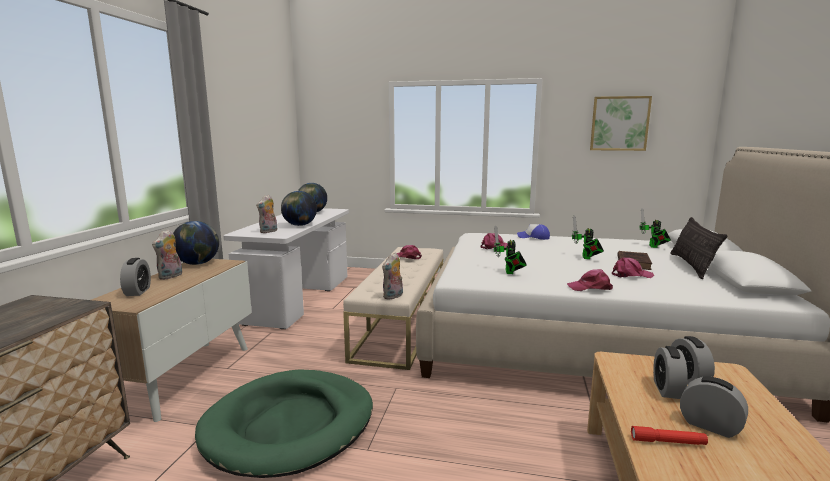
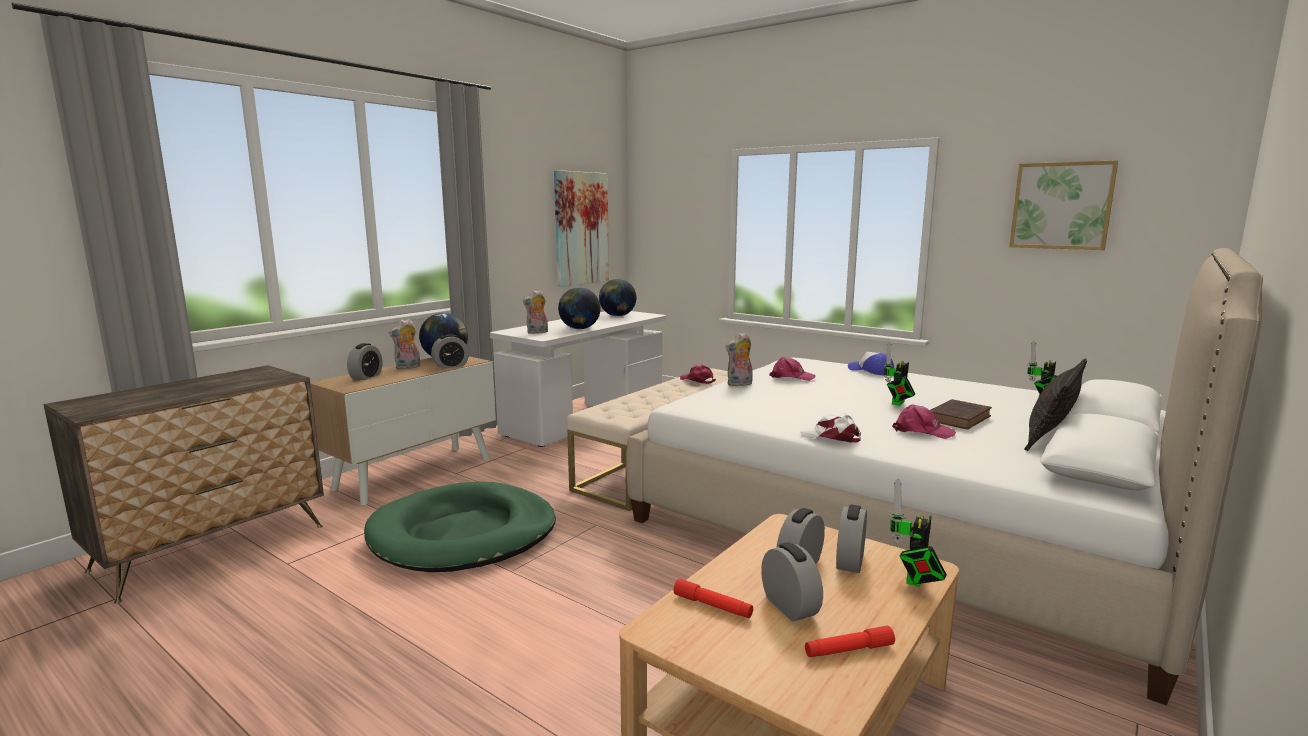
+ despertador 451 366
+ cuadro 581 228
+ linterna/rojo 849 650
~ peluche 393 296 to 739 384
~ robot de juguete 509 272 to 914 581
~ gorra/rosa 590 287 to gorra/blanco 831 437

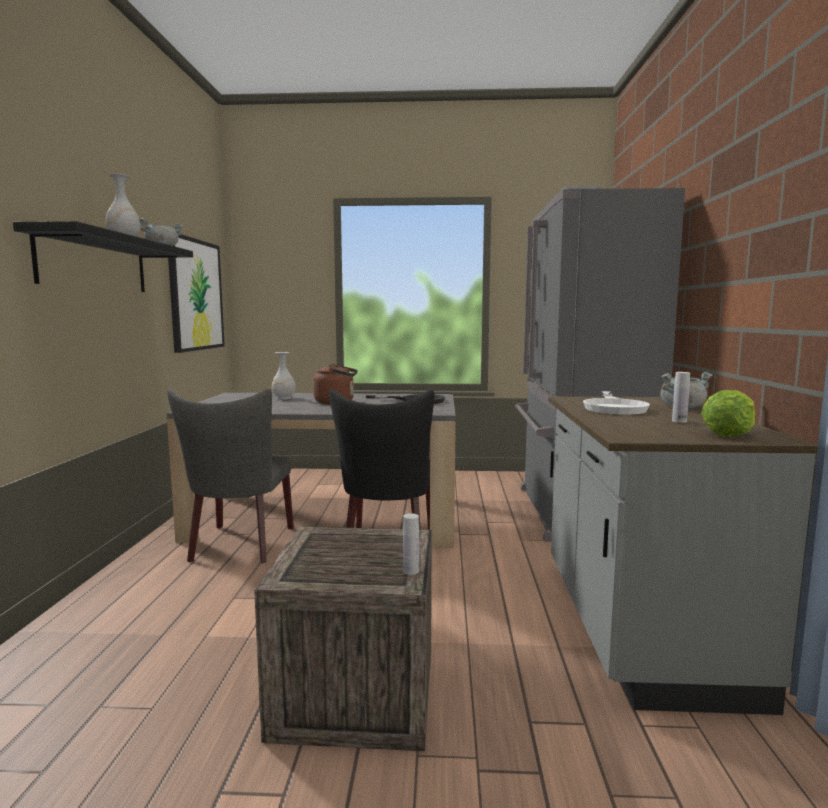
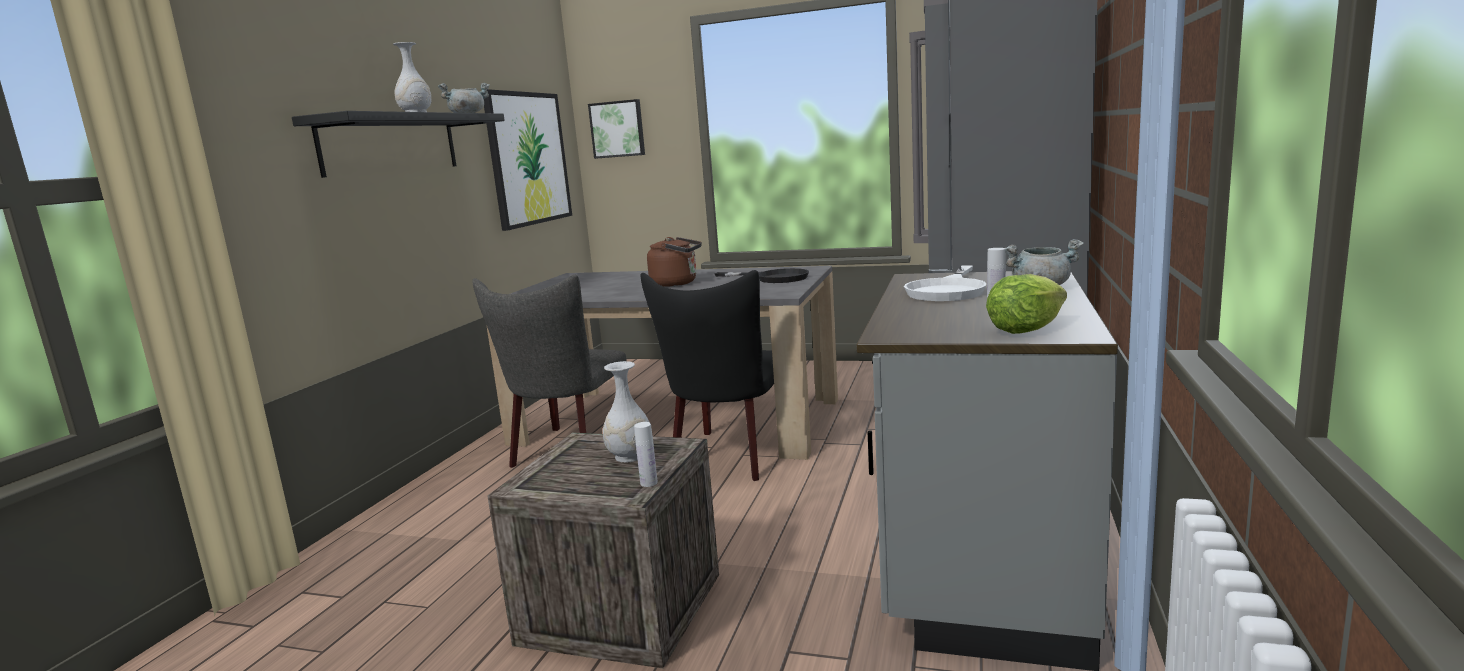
+ cuadro 617 129
~ florero/blanco 283 398 to 629 456

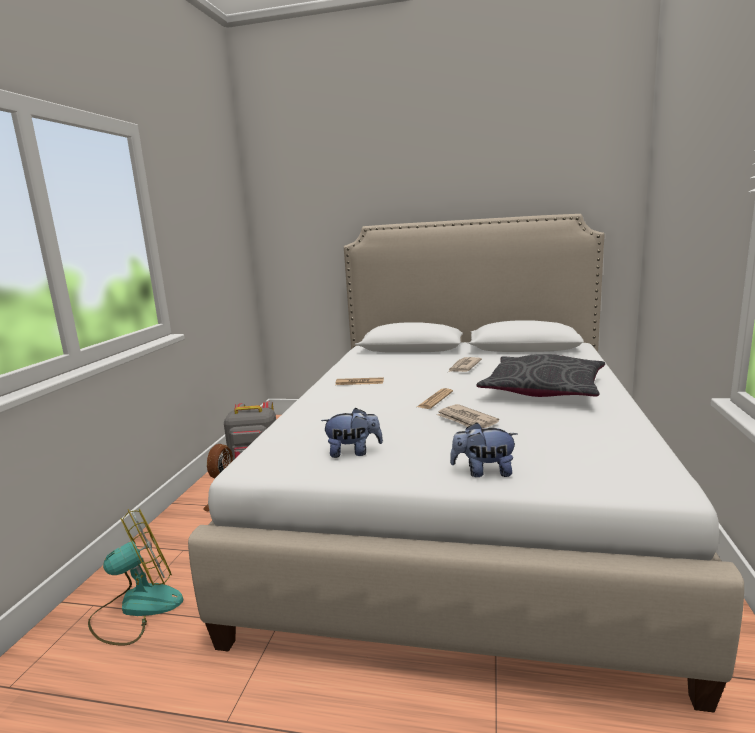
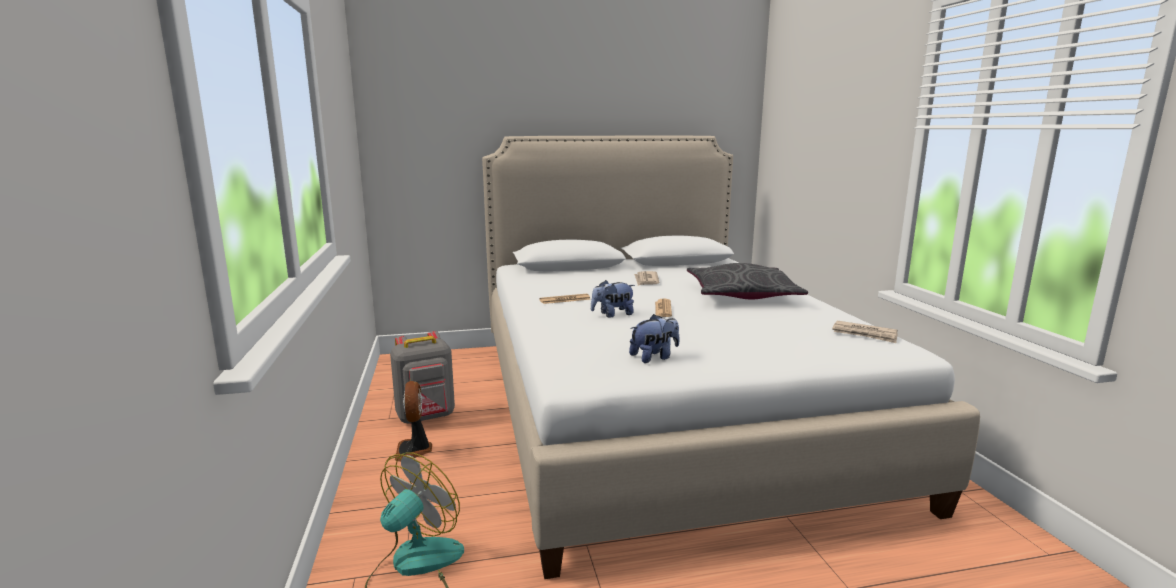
~ periódico 467 420 to 864 334
~ peluche 483 472 to 612 314

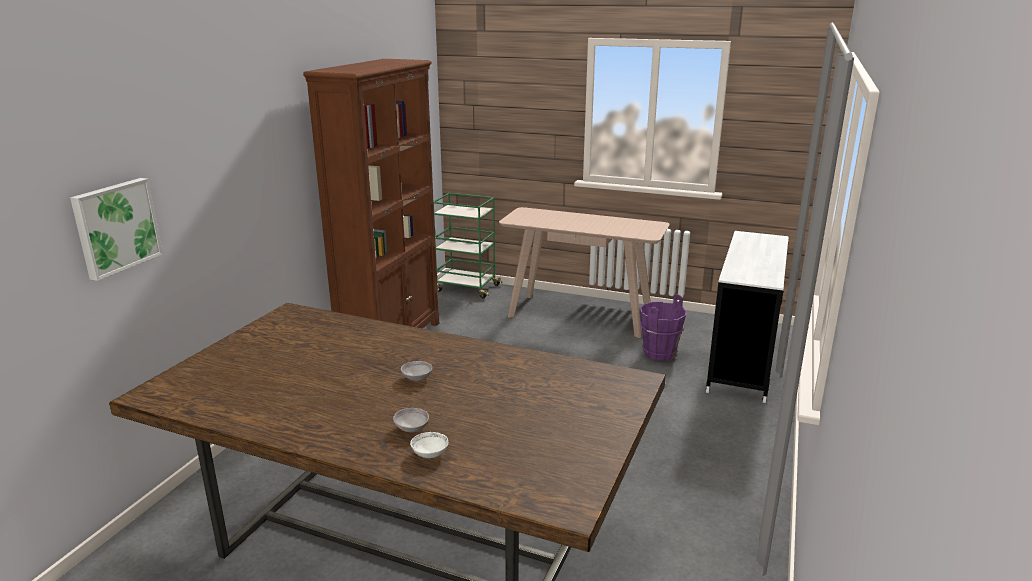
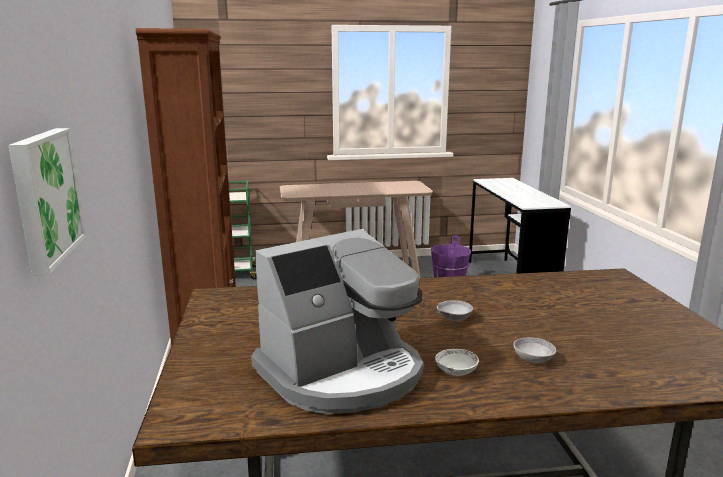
+ cafetera 342 373
~ cuenco/blanco 429 453 to 456 372

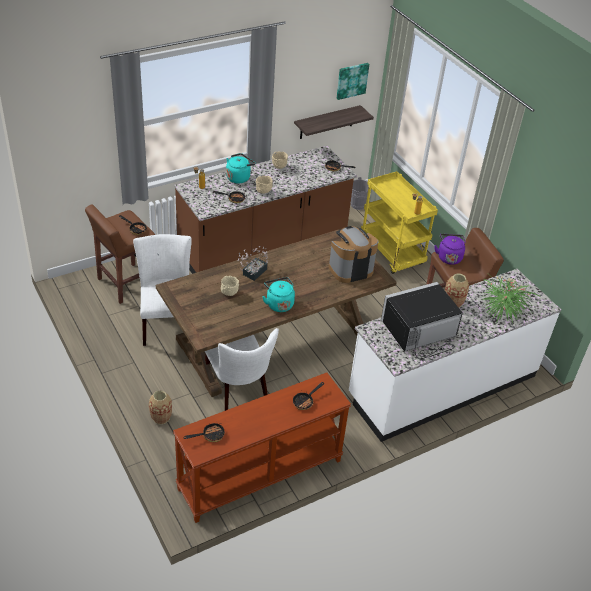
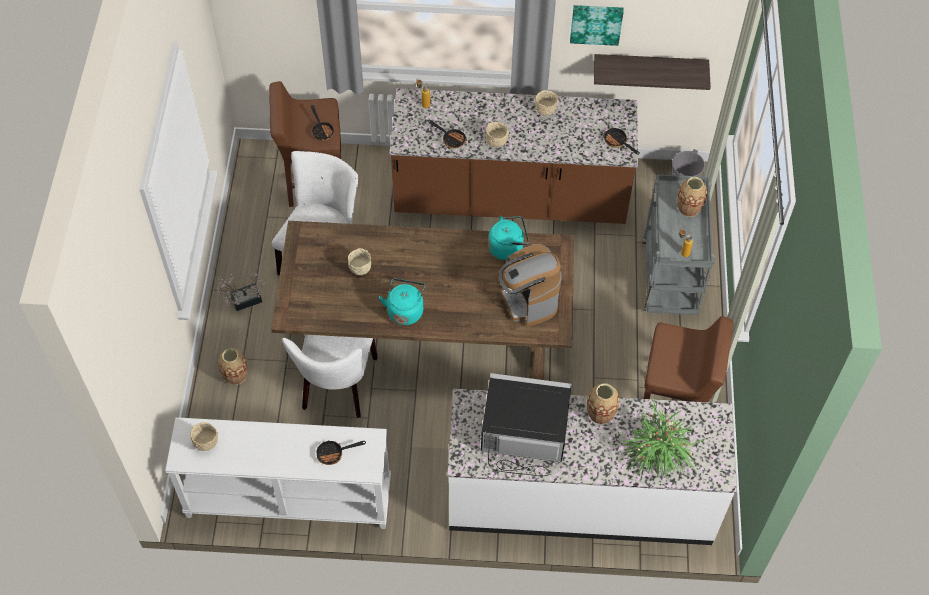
- hervidor/morado 449 257
+ florero 688 208
~ hervidor/turquesa 239 177 to 508 247
~ planta en maceta 252 273 to 242 300
~ cuadro 351 80 to 596 23
~ sartén 210 435 to cuenco/beis 206 443
~ mesa consola/marrón 260 475 to mesa consola/blanco 288 500
~ carrito/amarillo 392 253 to carrito/gris 670 280
~ cafetera 350 269 = 528 301 120 degrees counterclockwise

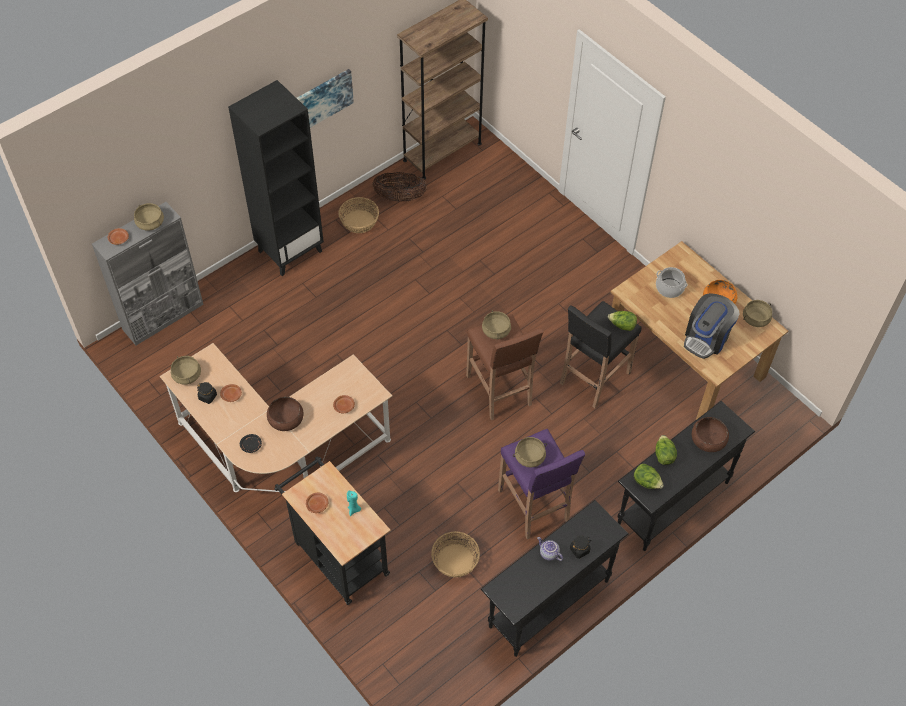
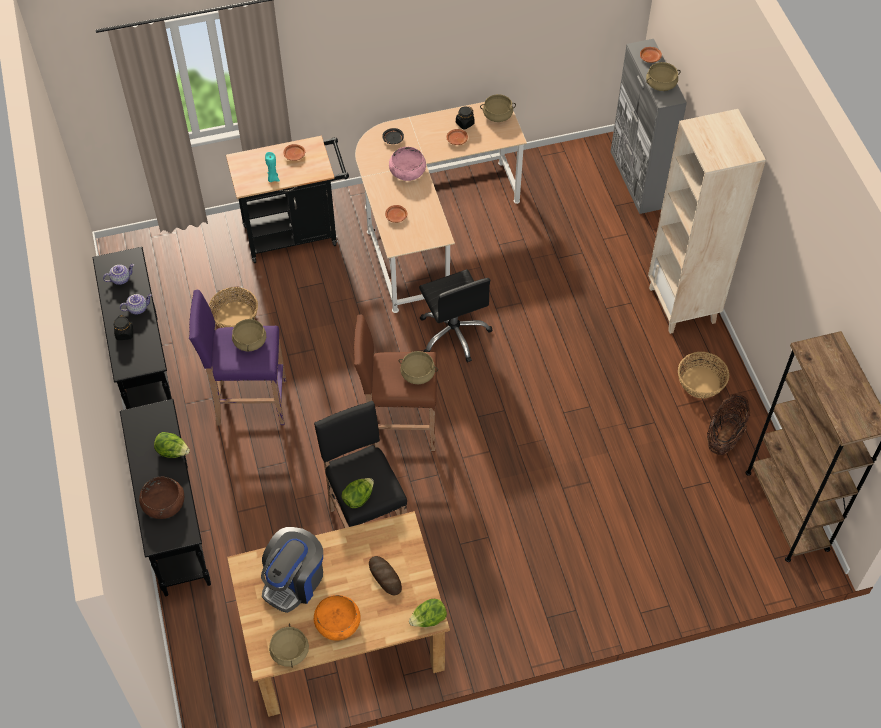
- cuadro 323 99
+ tetera 121 279
+ silla de oficina/negro 454 333
~ lechuga 646 482 to 428 619
~ olla 669 288 to pan 385 576
~ estantería/negro 290 250 to estantería/beis 682 305
~ cuenco/marrón 286 419 to cuenco/rosa 407 170
~ cafetera 706 338 = 294 580 120 degrees counterclockwise

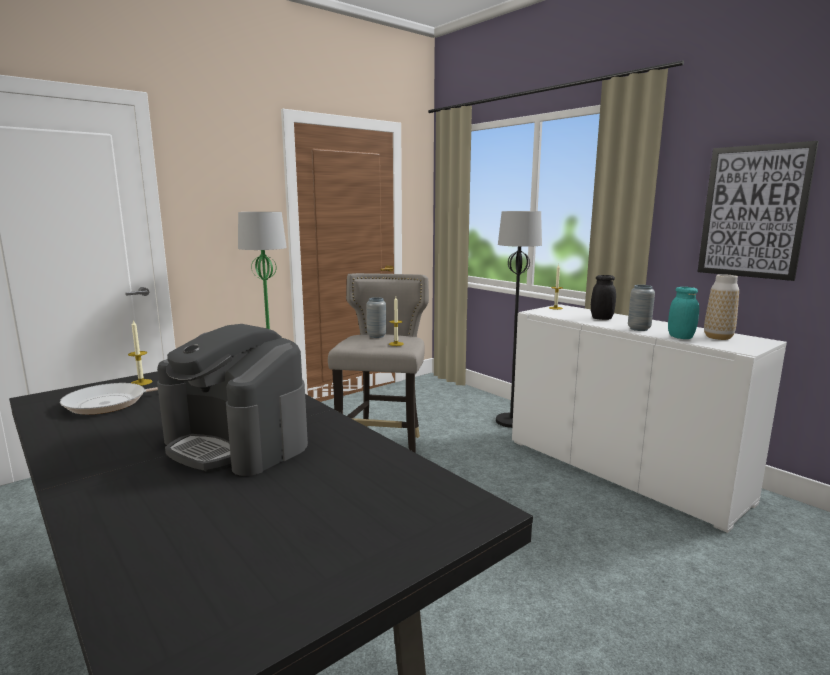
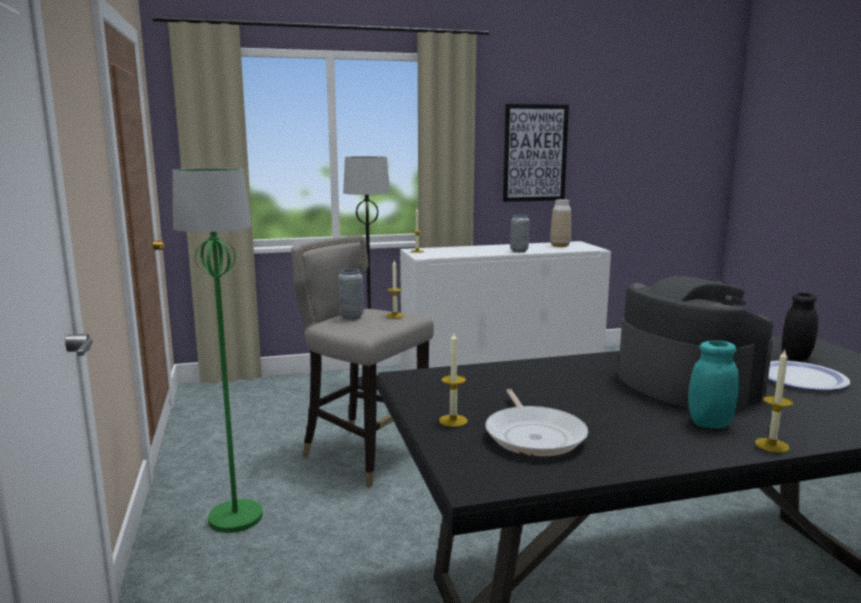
+ vela 771 445
+ plato 800 378
~ tarro/negro 601 318 to 796 357
~ tarro/turquesa 680 337 to 710 423
~ cafetera 237 443 = 685 384 90 degrees counterclockwise

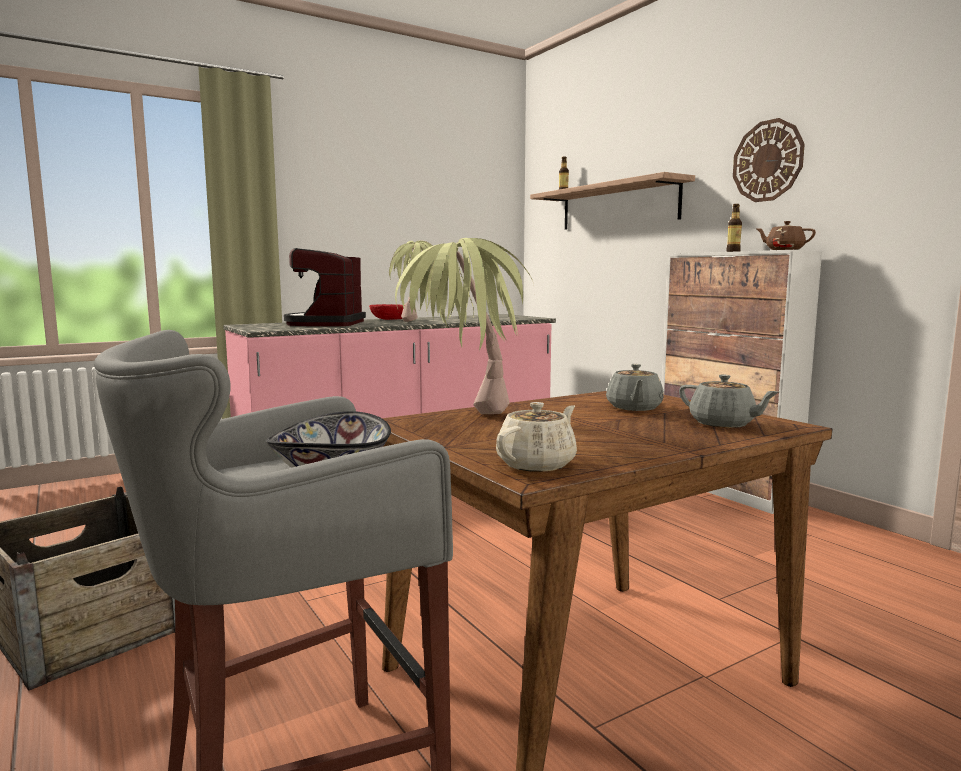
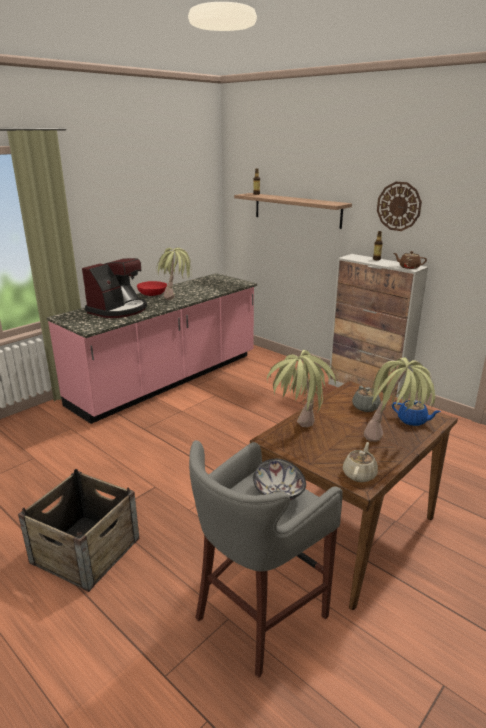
+ planta en maceta 393 444
~ tetera/gris 723 424 to tetera/azul 413 421
~ cafetera 326 324 = 118 310 135 degrees counterclockwise

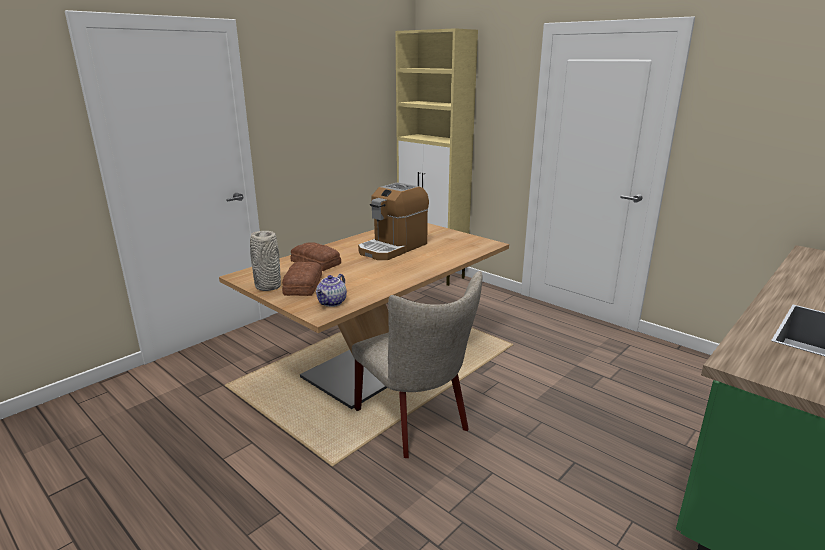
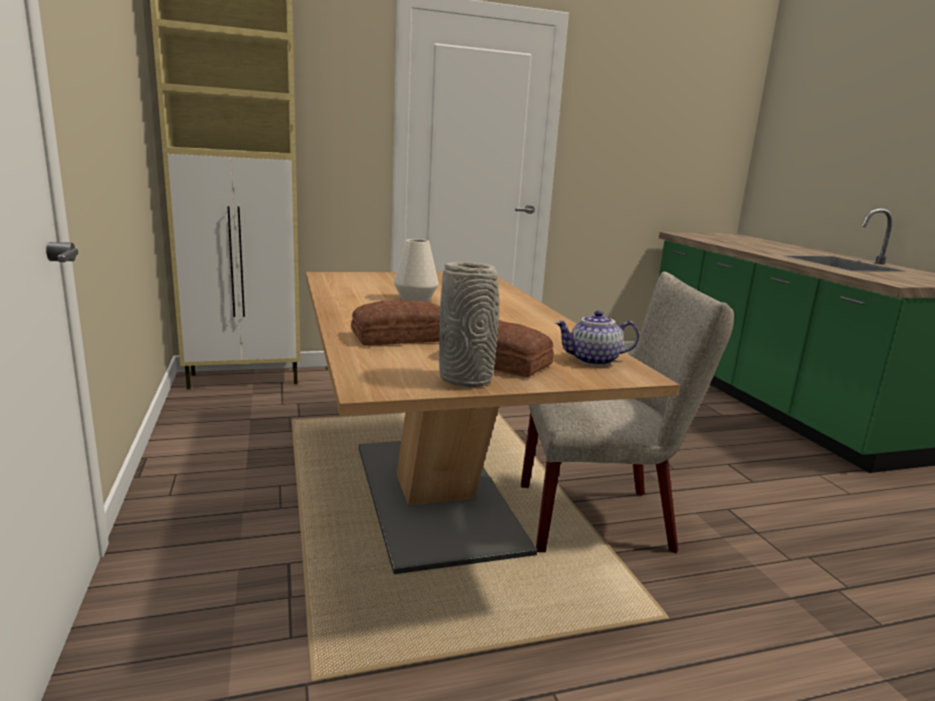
~ cafetera 393 248 to florero/blanco 415 299
~ tetera 332 303 = 593 361 120 degrees clockwise

